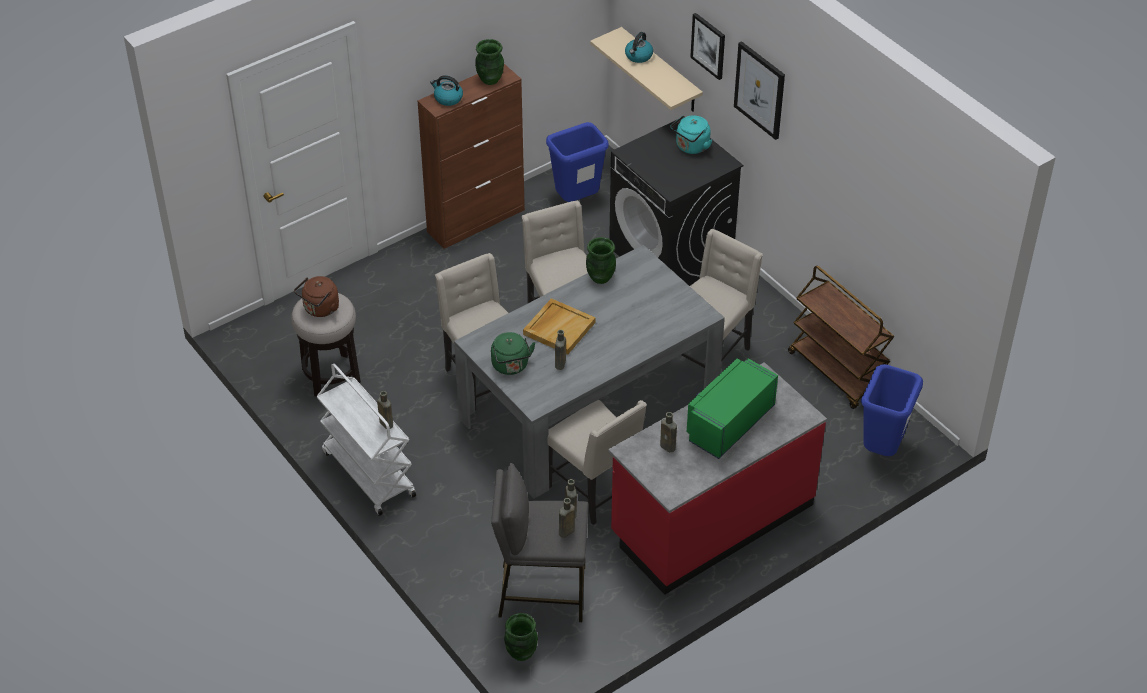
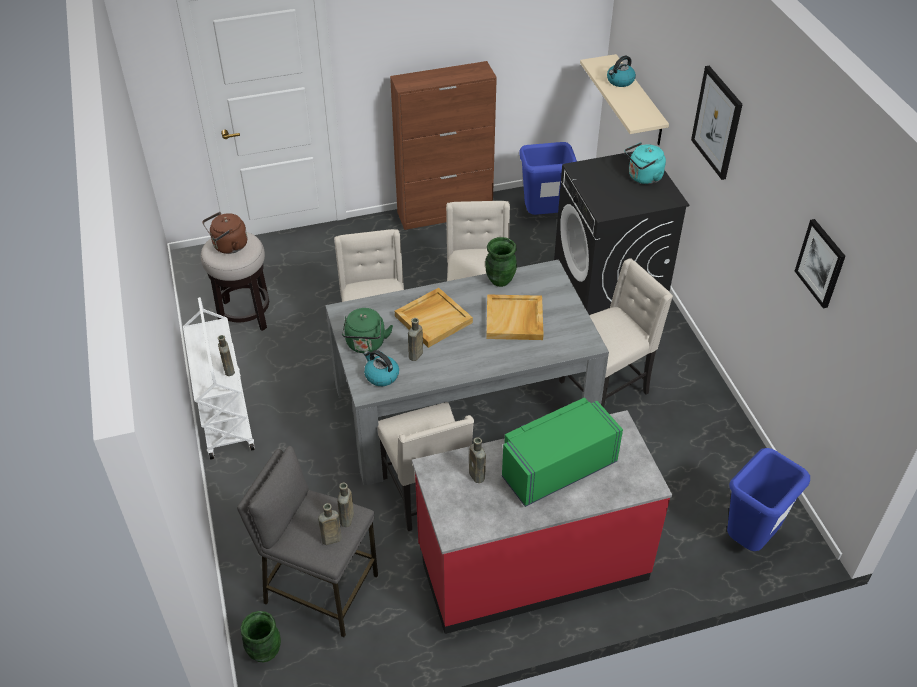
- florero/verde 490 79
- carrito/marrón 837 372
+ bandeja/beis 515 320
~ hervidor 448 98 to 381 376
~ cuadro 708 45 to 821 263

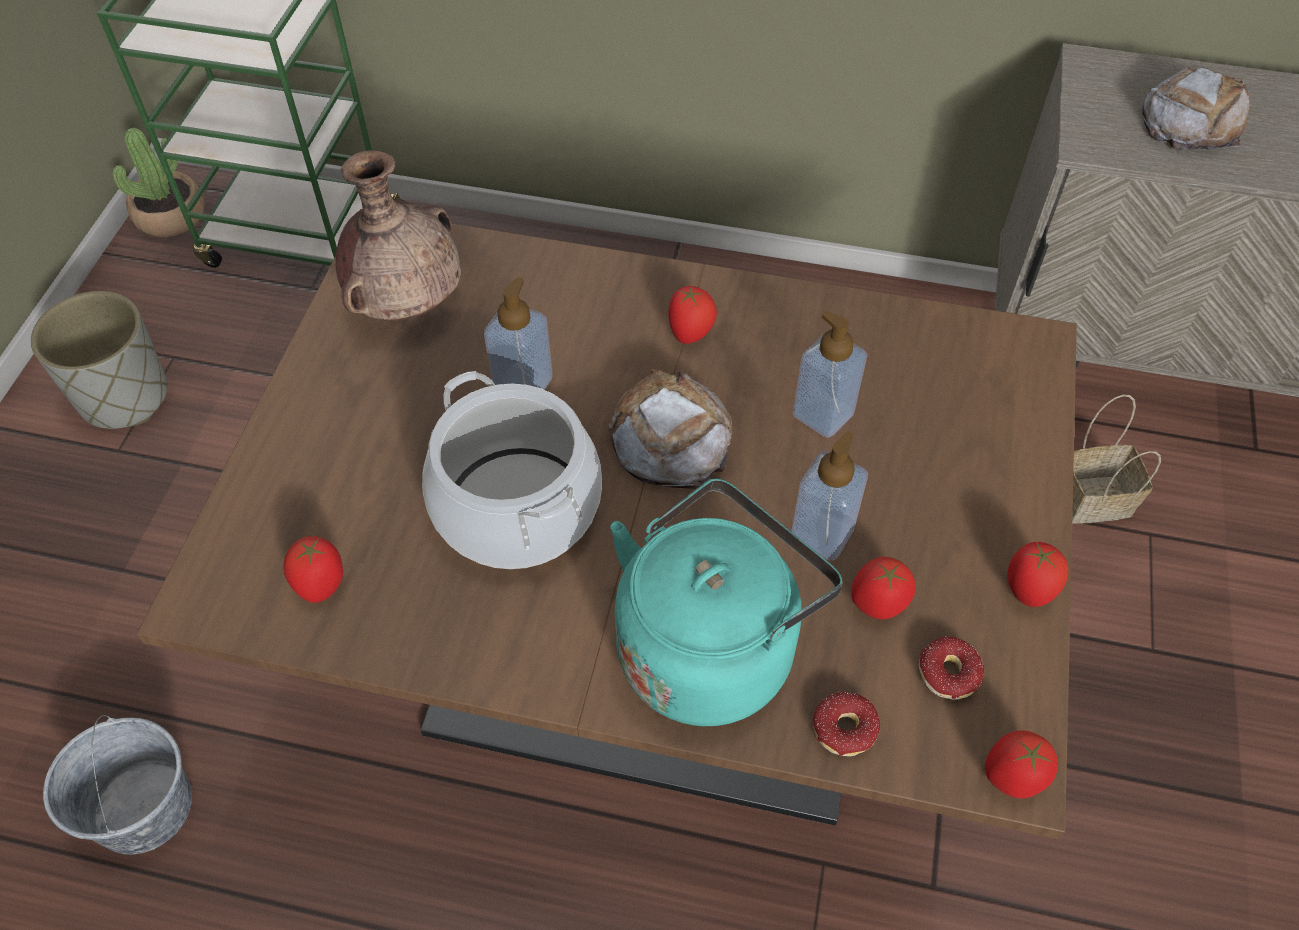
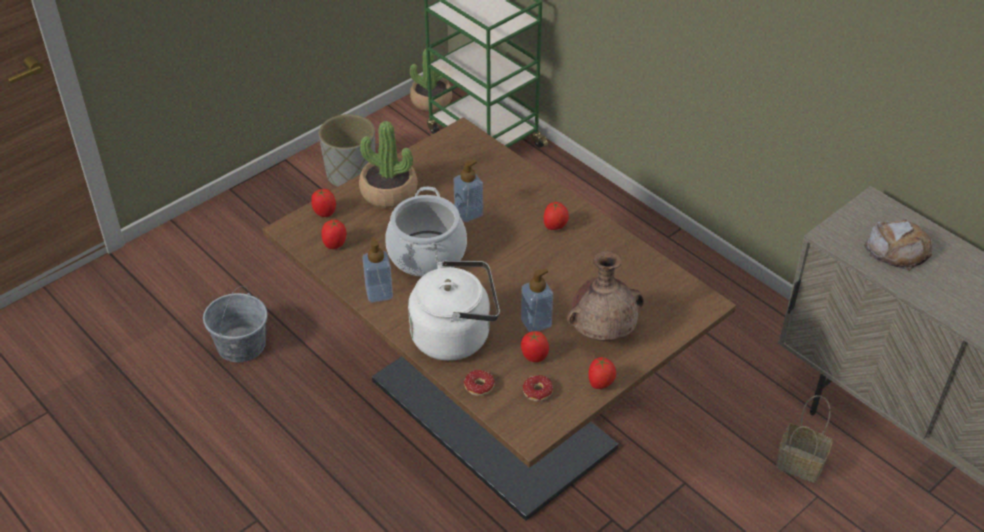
- pan 669 438
+ planta en maceta 388 192
~ florero/marrón 409 305 to 603 333
~ dispensador de jabón 823 414 to 379 293
~ tomate 1013 778 to 324 213
~ hervidor/turquesa 711 646 to hervidor/blanco 456 335

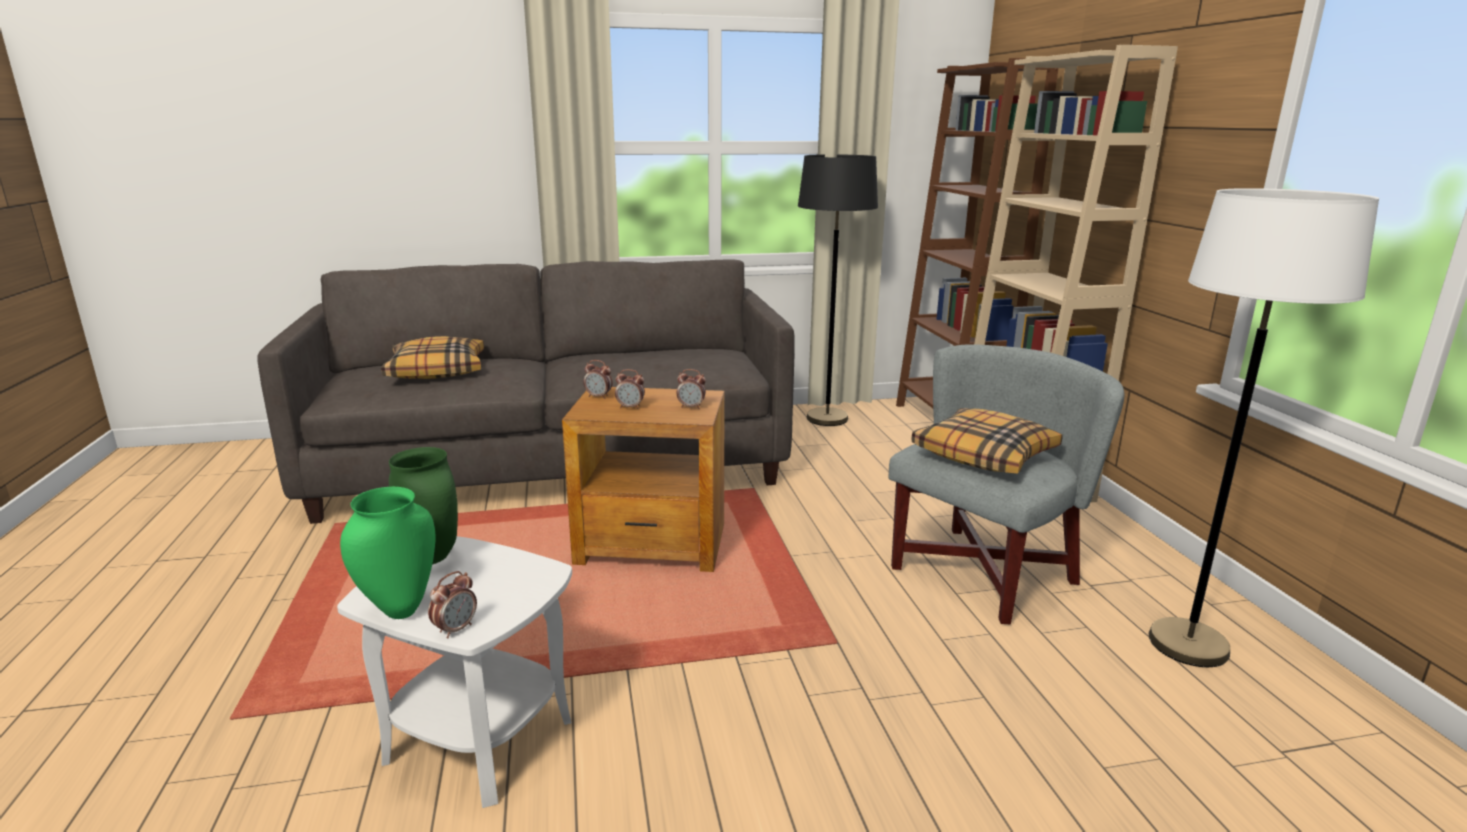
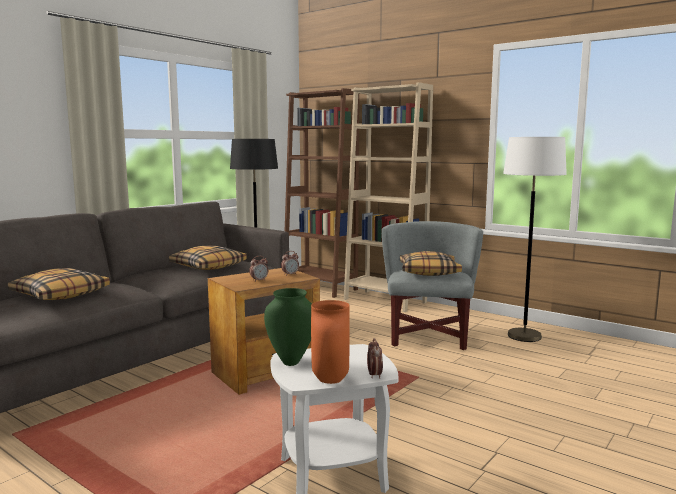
- despertador 599 397
+ cojín 208 266
~ florero/verde 399 609 to florero/naranja 329 380

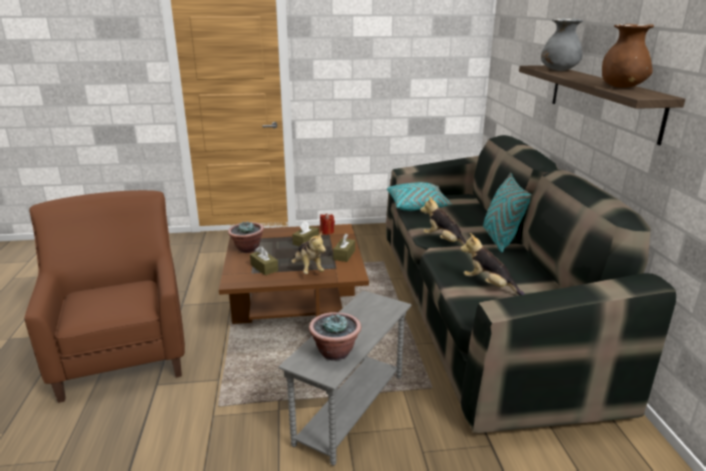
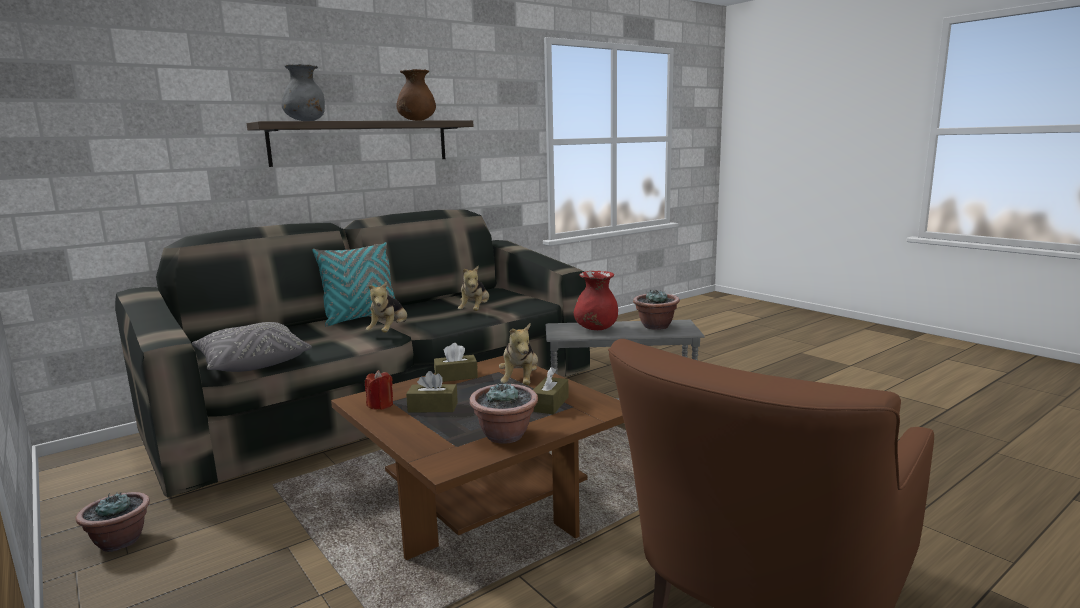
+ planta en maceta 120 541
+ florero/rojo 596 329
~ cojín/turquesa 417 206 to cojín/gris 252 363
~ peluche 308 269 = 520 382 150 degrees clockwise

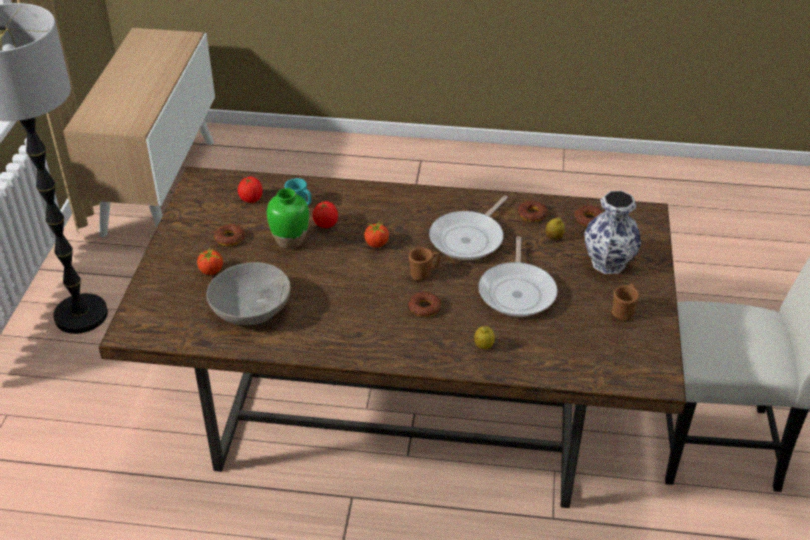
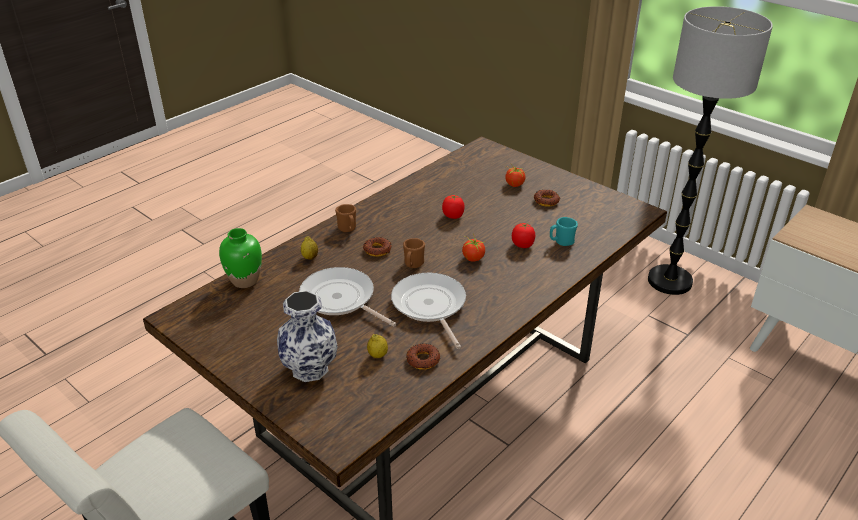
- cuenco/gris 251 308
- rosquilla 588 219
~ tomate 251 199 to 453 216
~ florero/verde 290 241 to 245 280
~ taza grande/marrón 624 311 to 348 229

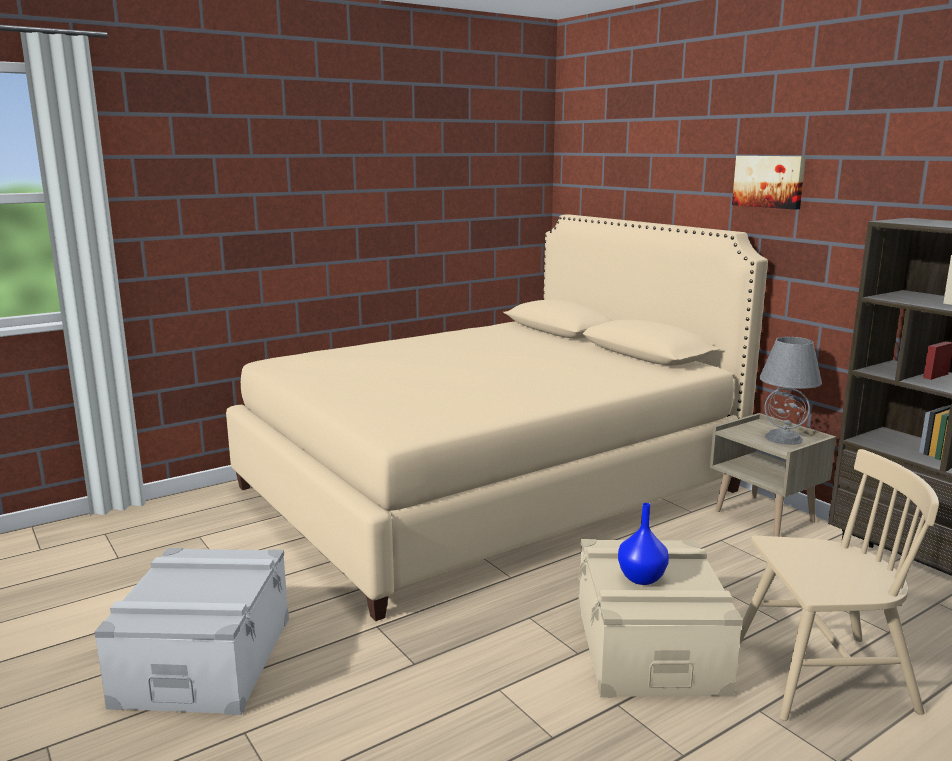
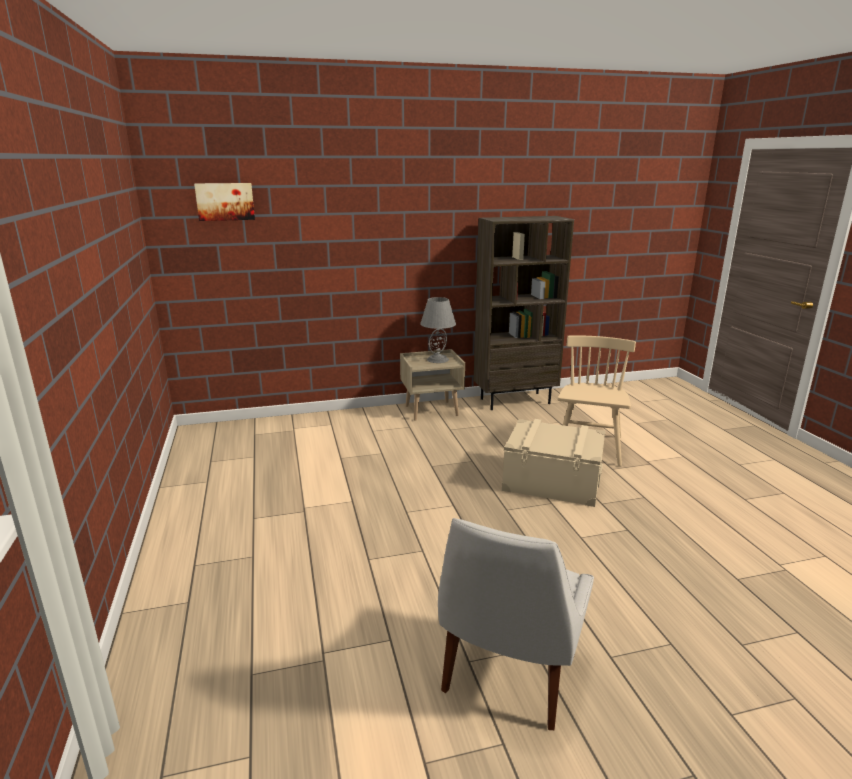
- cama/beis 487 489
- florero/azul 642 578
~ cuadro 769 181 to 225 201
~ caja de almacenaje/gris 205 660 to silla/blanco 508 677

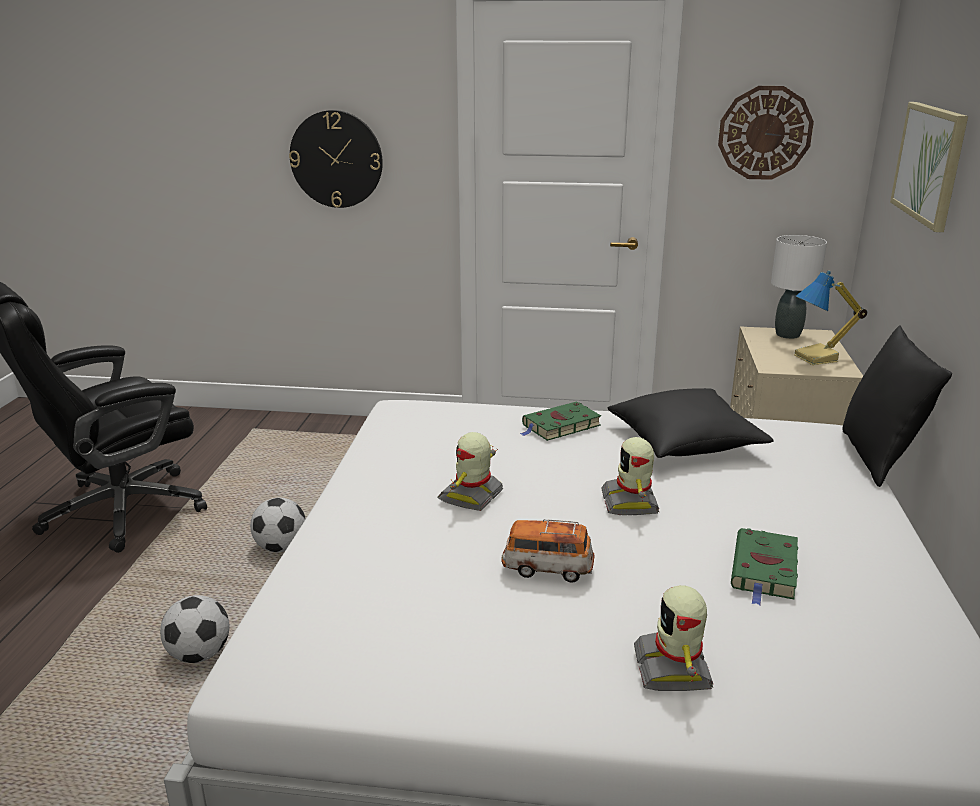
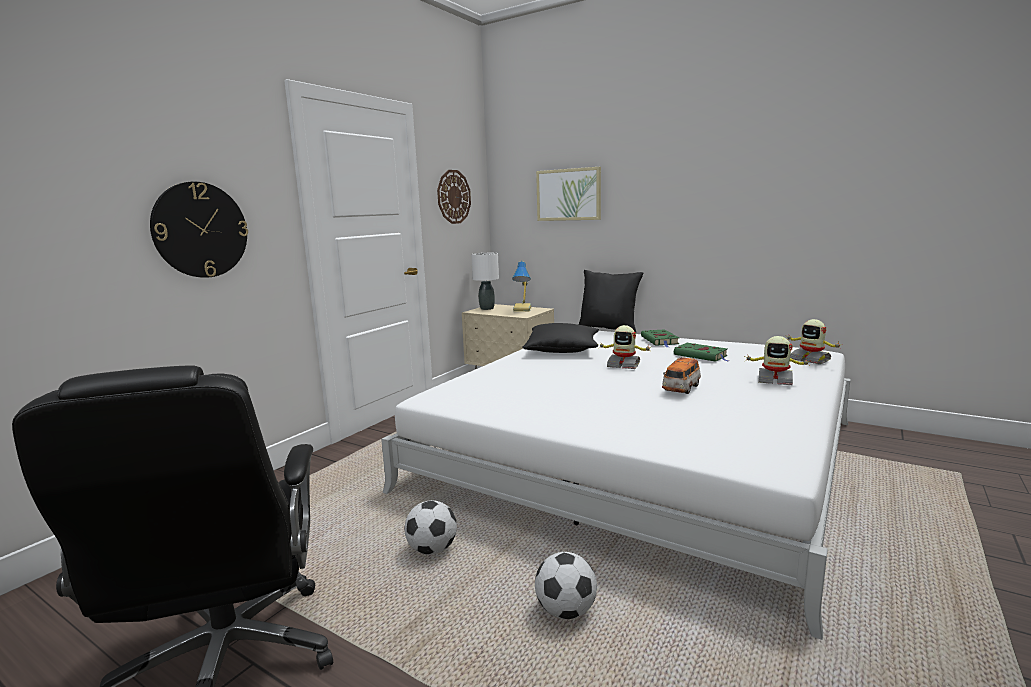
~ robot de juguete 472 496 to 810 360
~ libro/verde 559 426 to 660 341

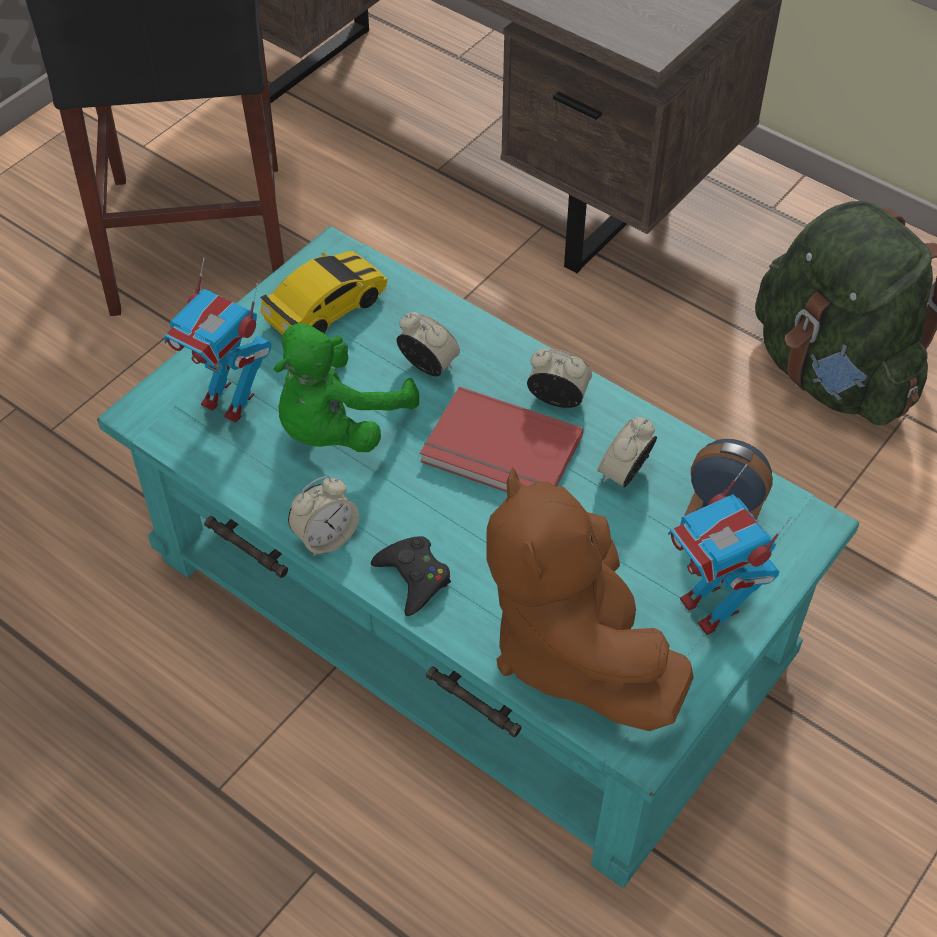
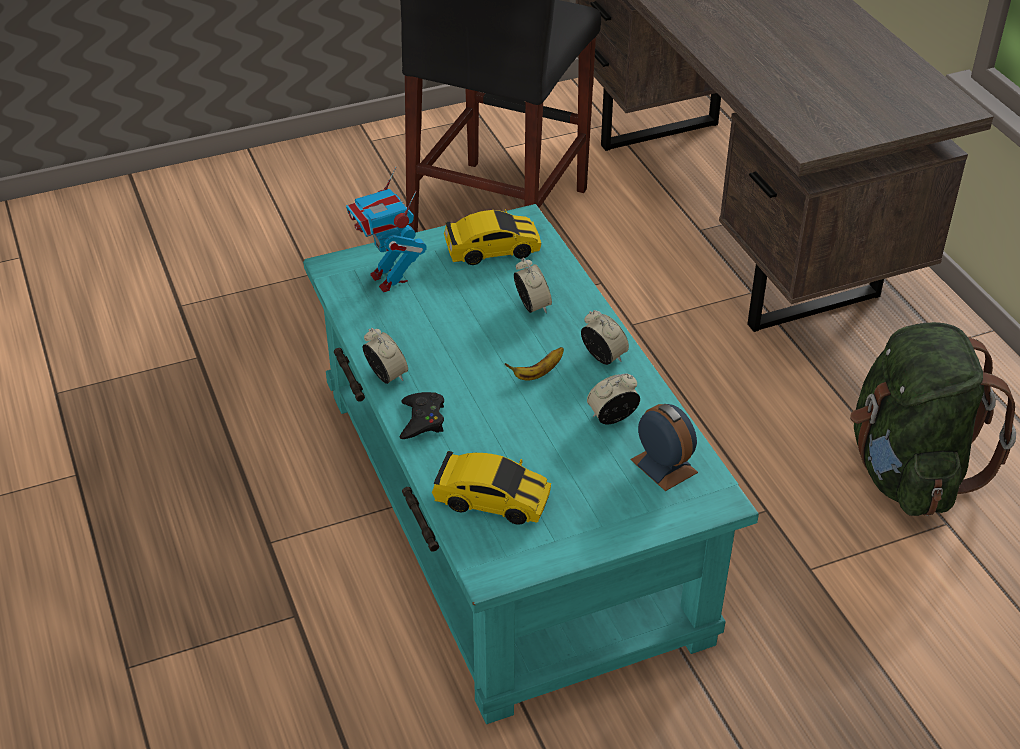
- peluche/verde 338 426
- robot de juguete 710 608
~ libro/rojo 500 453 to plátano 538 373
~ peluche/marrón 573 647 to coche de juguete 492 500
~ despertador 325 537 = 386 376 120 degrees counterclockwise

